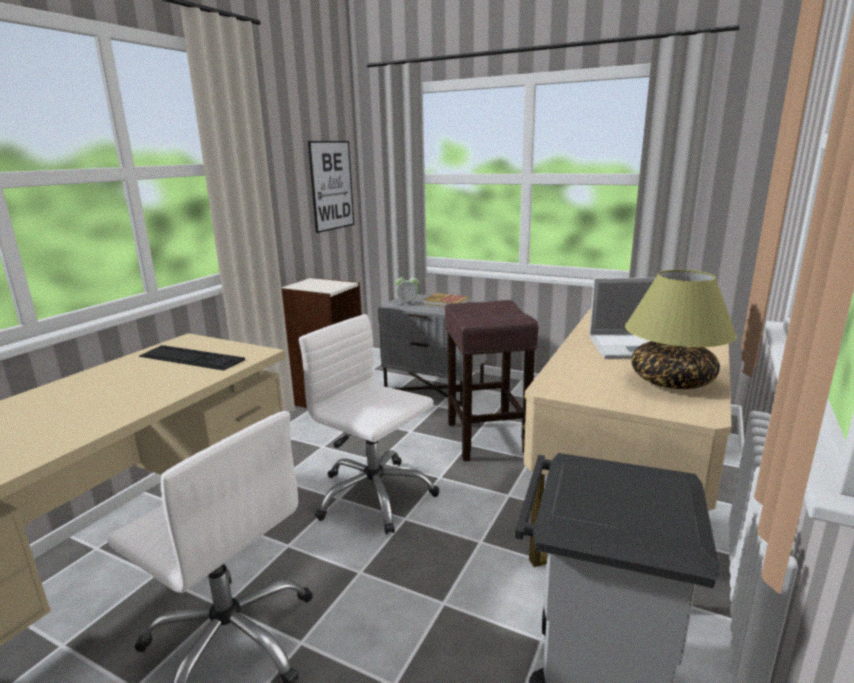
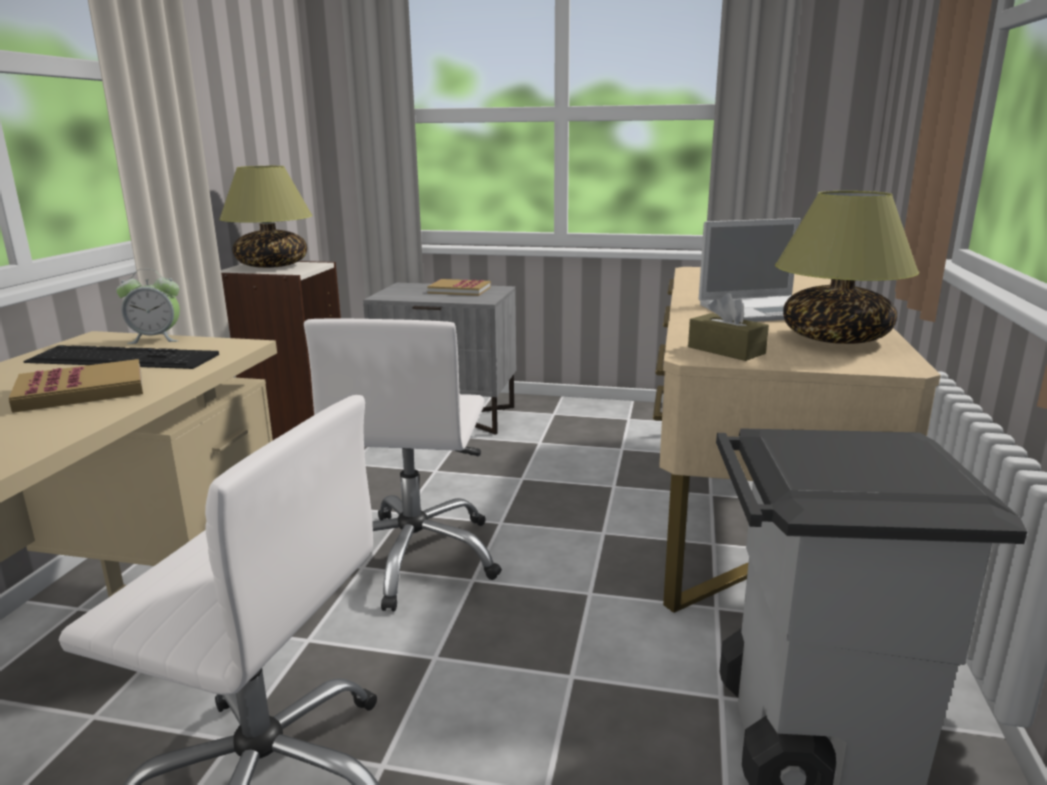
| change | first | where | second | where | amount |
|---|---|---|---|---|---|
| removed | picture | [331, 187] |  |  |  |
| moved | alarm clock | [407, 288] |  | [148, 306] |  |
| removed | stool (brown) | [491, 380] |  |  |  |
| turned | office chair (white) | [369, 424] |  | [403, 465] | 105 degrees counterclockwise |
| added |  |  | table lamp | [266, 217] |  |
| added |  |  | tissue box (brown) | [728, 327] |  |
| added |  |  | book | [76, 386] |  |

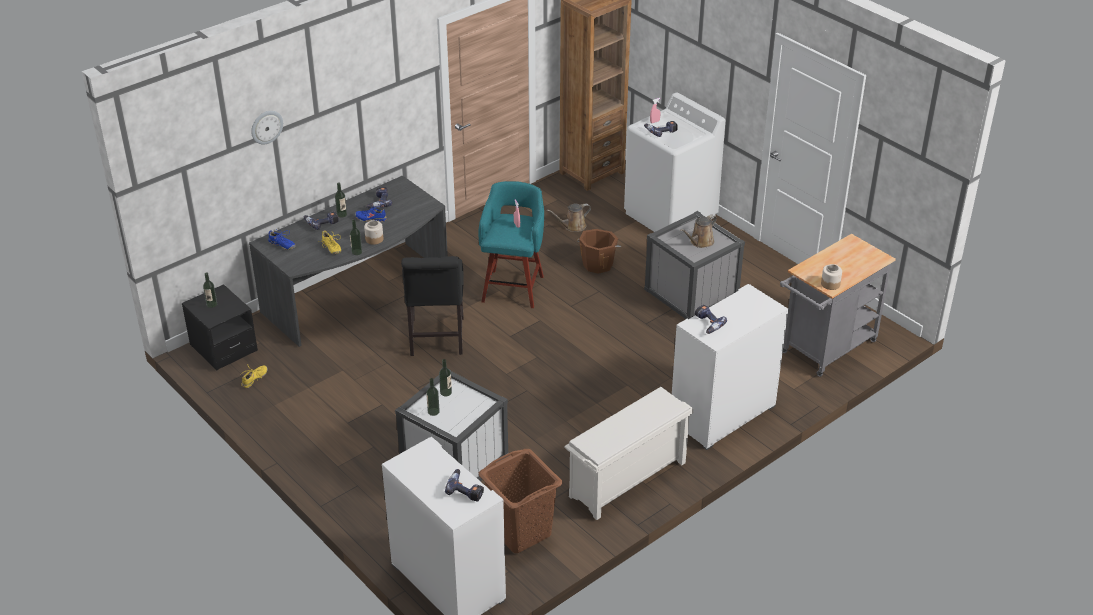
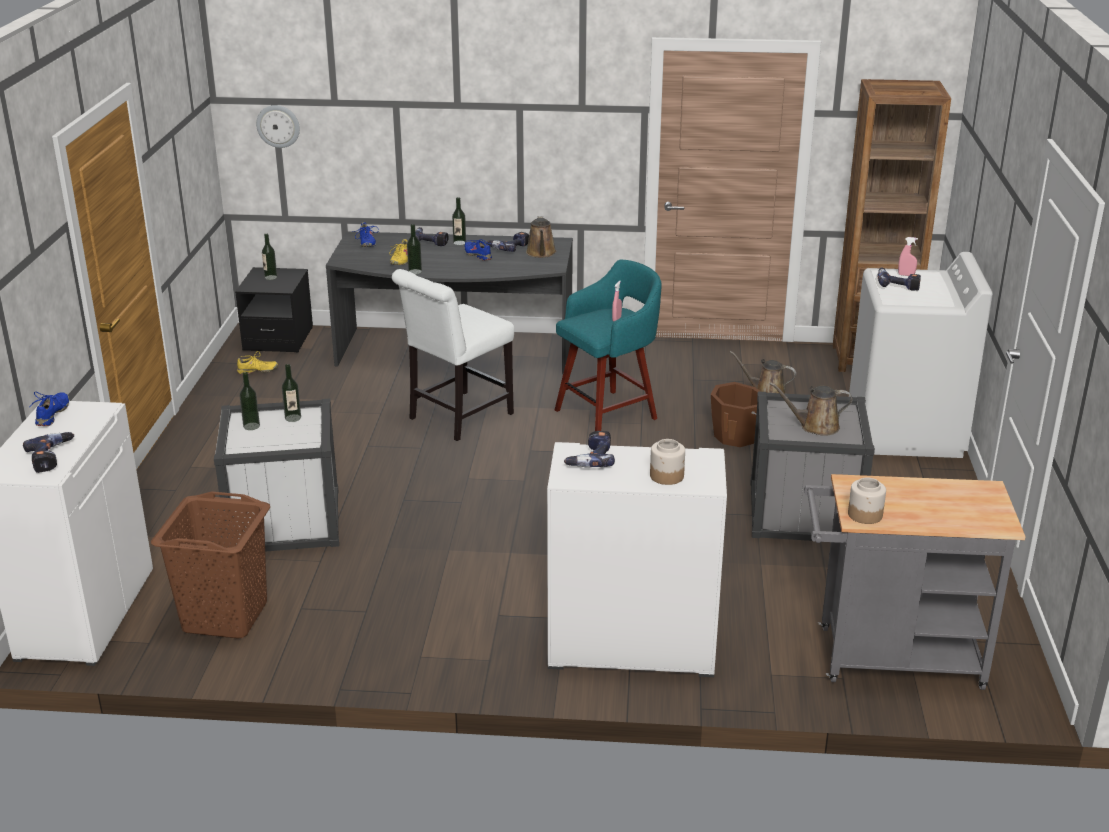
| change | first | where | second | where | amount |
|---|---|---|---|---|---|
| moved | wall clock | [267, 127] |  | [278, 126] |  |
| moved | jar | [373, 232] |  | [667, 462] |  |
| recoloured | chair (black) | [432, 306] | chair (white) | [453, 355] |  |
| removed | shoe rack (white) | [629, 453] |  |  |  |
| added |  |  | watering can (brown) | [541, 237] |  |
| added |  |  | shoe (blue) | [49, 409] |  |

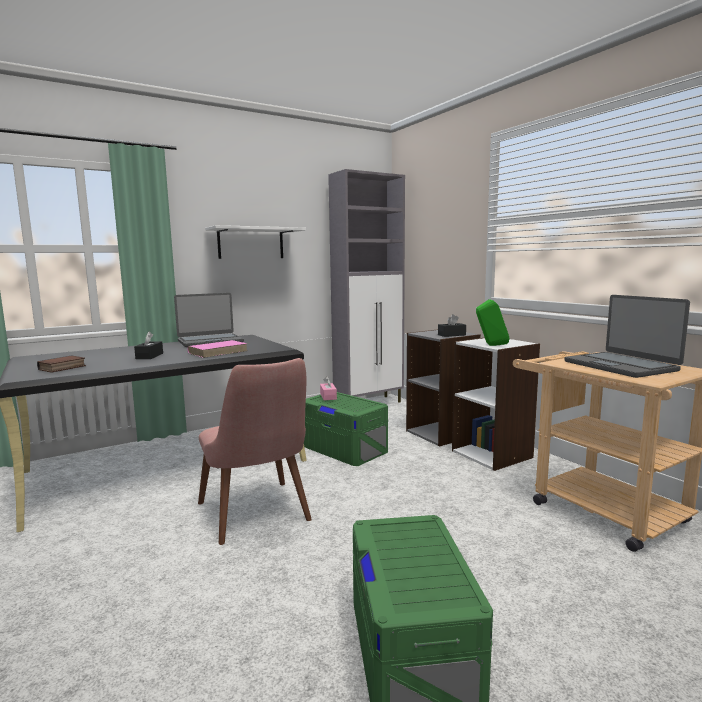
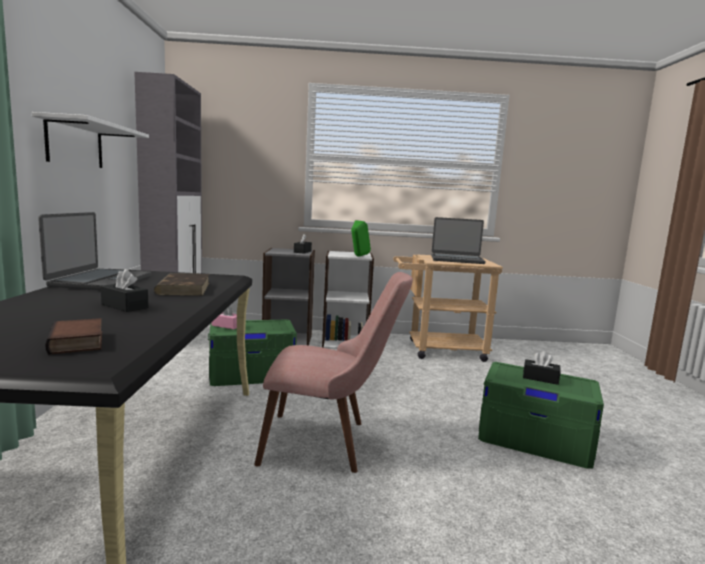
| change | first | where | second | where | amount |
|---|---|---|---|---|---|
| recoloured | book (pink) | [217, 349] | book (brown) | [181, 284] |  |
| added |  |  | tissue box (black) | [542, 368] |  |

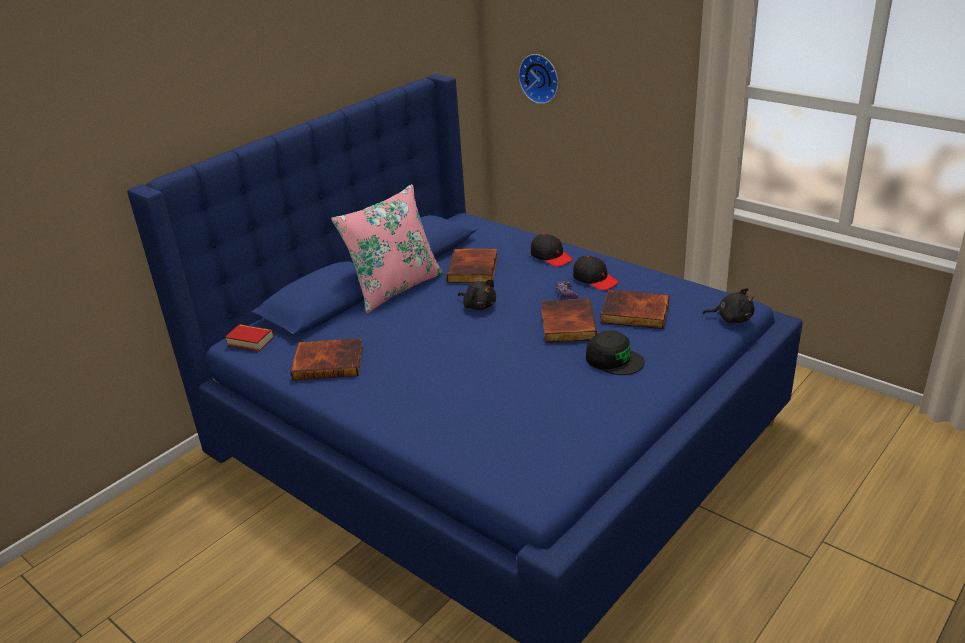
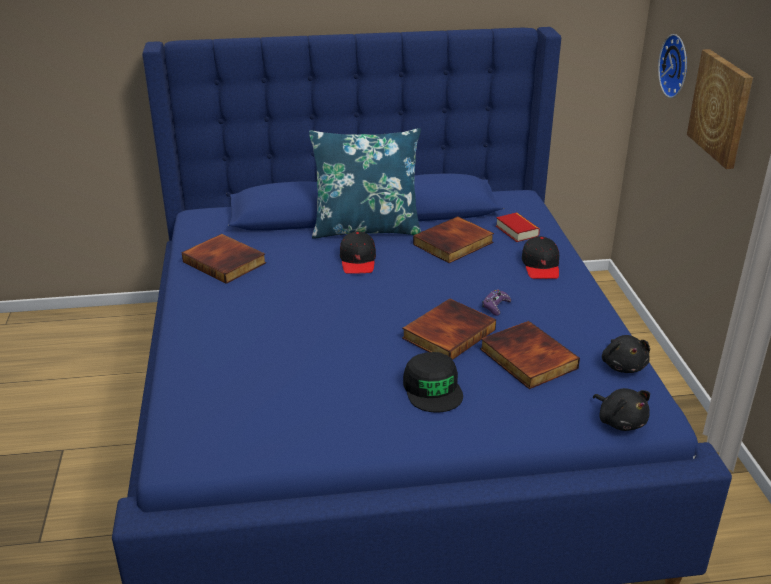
| change | first | where | second | where | amount |
|---|---|---|---|---|---|
| recoloured | pillow (pink) | [387, 248] | pillow (blue) | [365, 183] |  |
| moved | cap (black) | [596, 273] |  | [358, 252] |  |
| moved | plush toy (black) | [477, 294] |  | [626, 354] |  |
| moved | book | [249, 337] |  | [518, 227] |  |
| added |  |  | picture | [720, 109] |  |

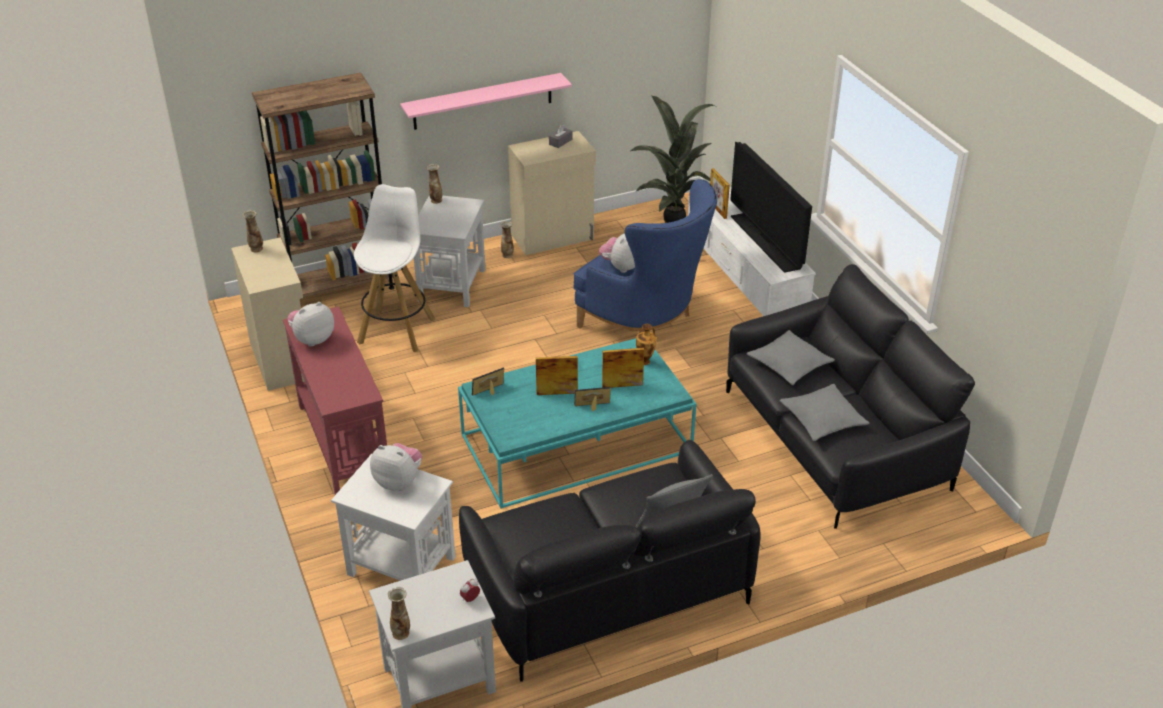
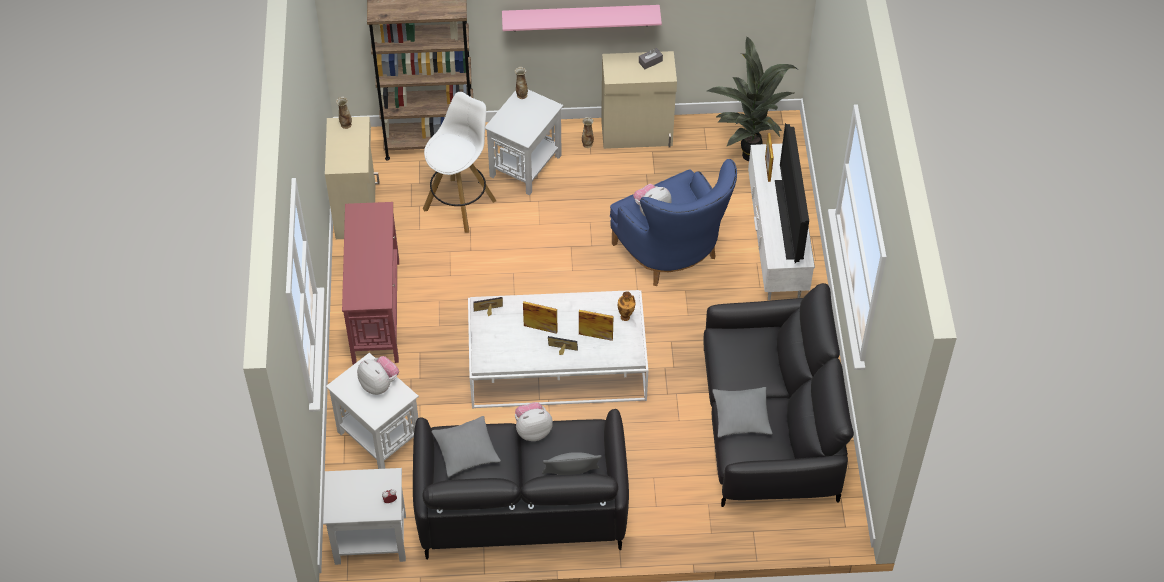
| change | first | where | second | where | amount |
|---|---|---|---|---|---|
| moved | plush toy | [311, 324] |  | [534, 421] |  |
| moved | pillow (grey) | [791, 357] |  | [466, 447] |  |
| recoloured | coffee table (turquoise) | [577, 423] | coffee table (white) | [558, 349] |  |
| removed | vase | [399, 613] |  |  |  |

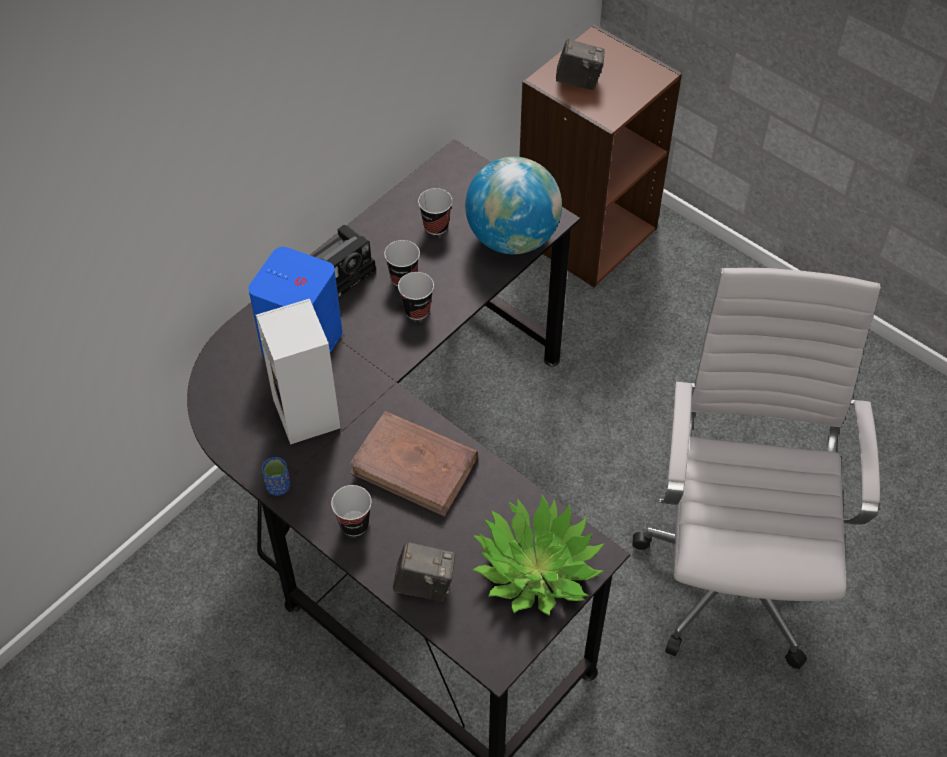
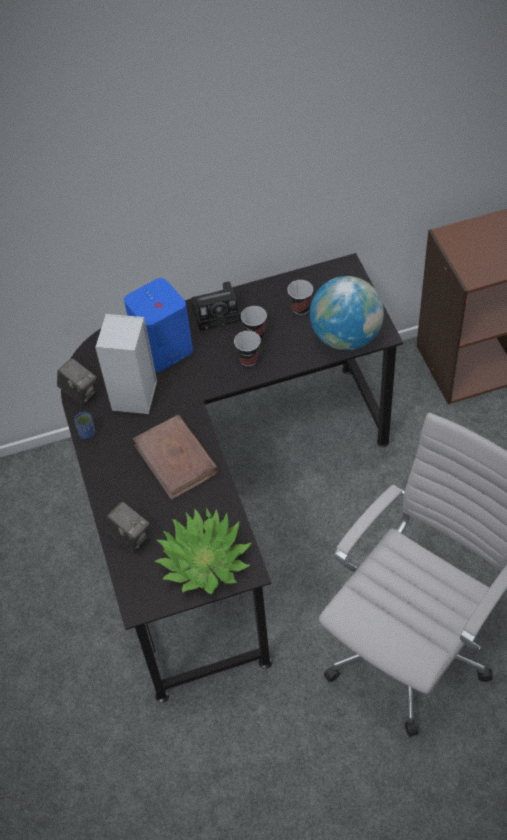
| change | first | where | second | where | amount |
|---|---|---|---|---|---|
| moved | photo camera | [580, 64] |  | [77, 381] |  |
| removed | cup | [351, 510] |  |  |  |

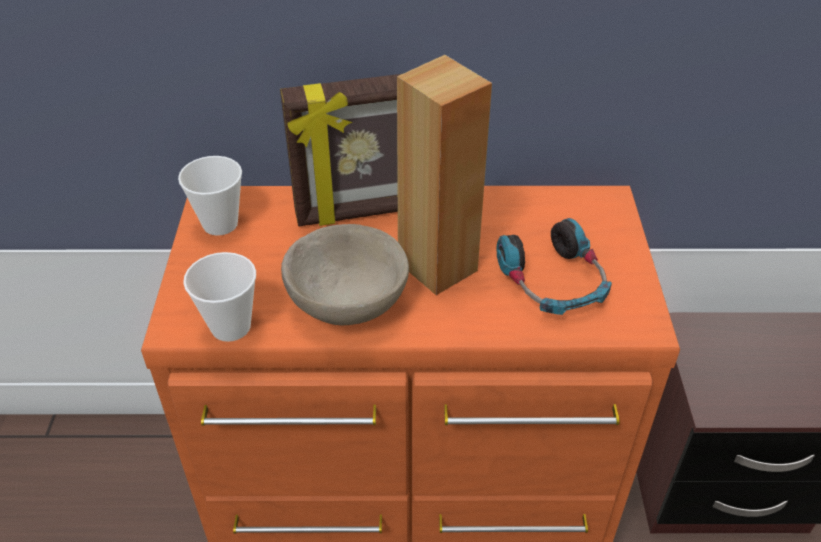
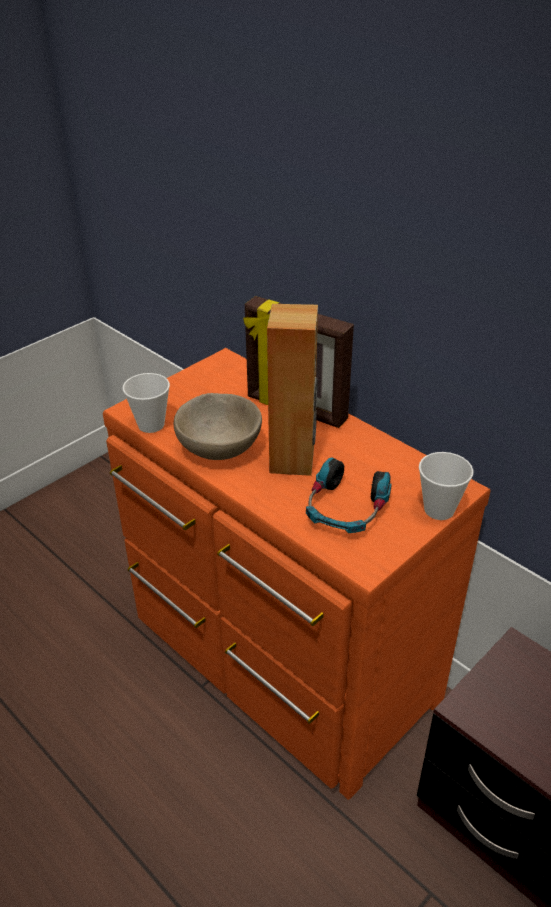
| change | first | where | second | where | amount |
|---|---|---|---|---|---|
| moved | cup | [210, 196] |  | [446, 486] |  |

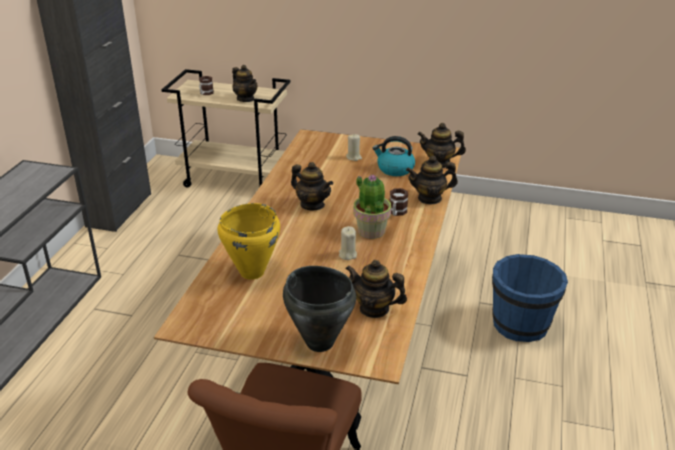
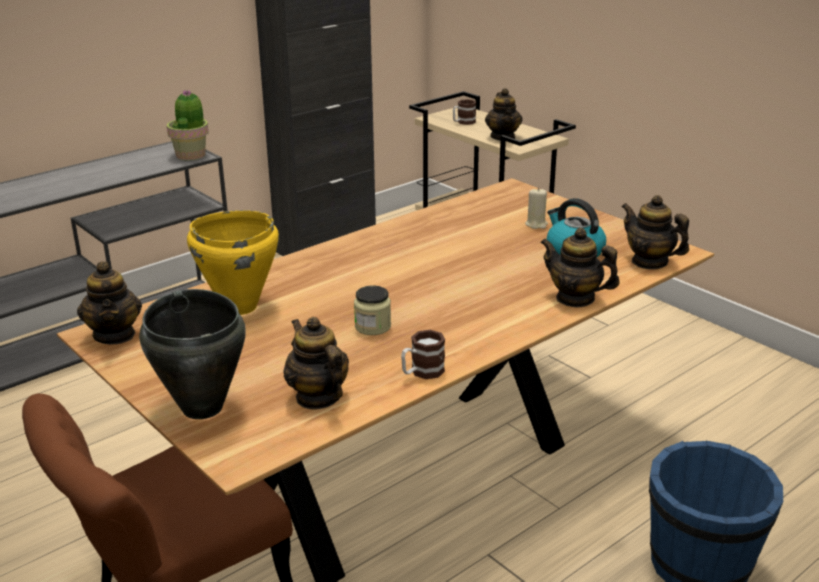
| change | first | where | second | where | amount |
|---|---|---|---|---|---|
| moved | teapot | [312, 186] |  | [109, 303] |  |
| moved | potted plant | [372, 206] |  | [187, 125] |  |
| moved | mug | [398, 202] |  | [423, 354] |  |
| replaced | candle (beige) | [348, 243] | jar | [372, 310] |  |

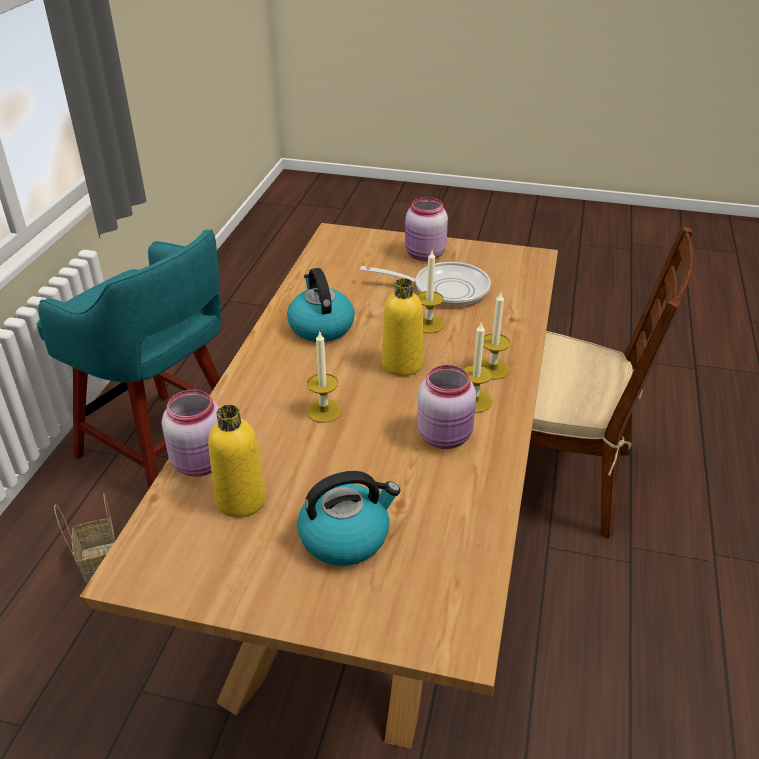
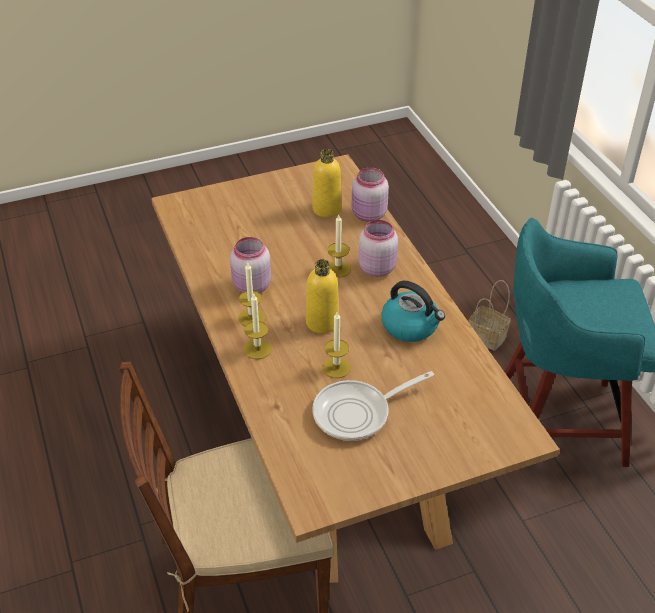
| change | first | where | second | where | amount |
|---|---|---|---|---|---|
| moved | jar (pink) | [426, 229] |  | [378, 248] |  |
| removed | kettle | [348, 518] |  |  |  |

